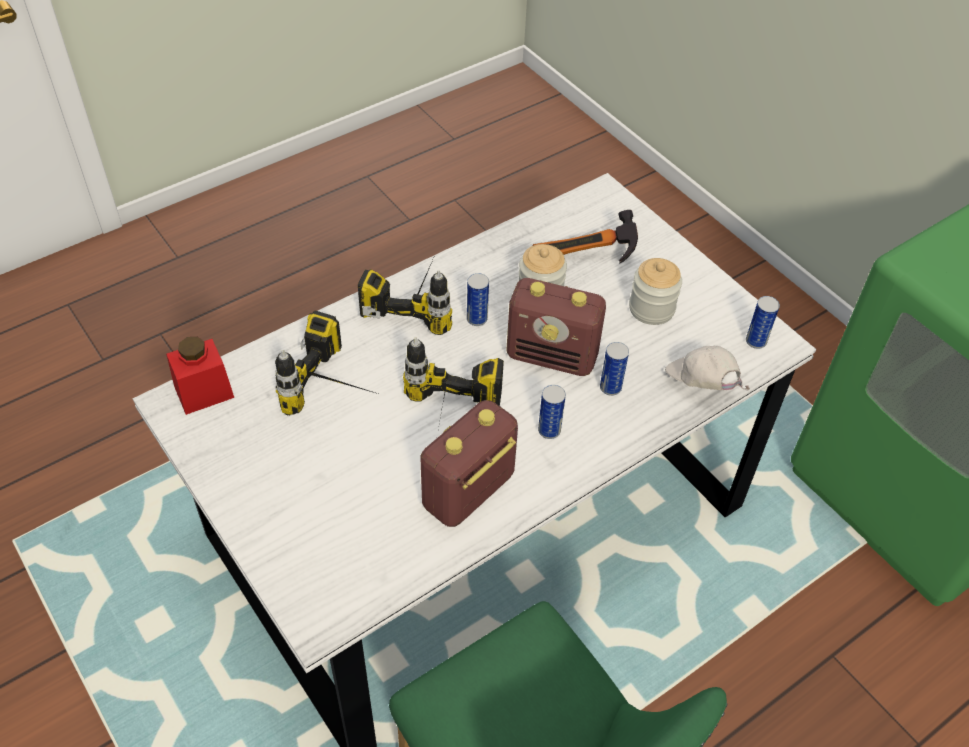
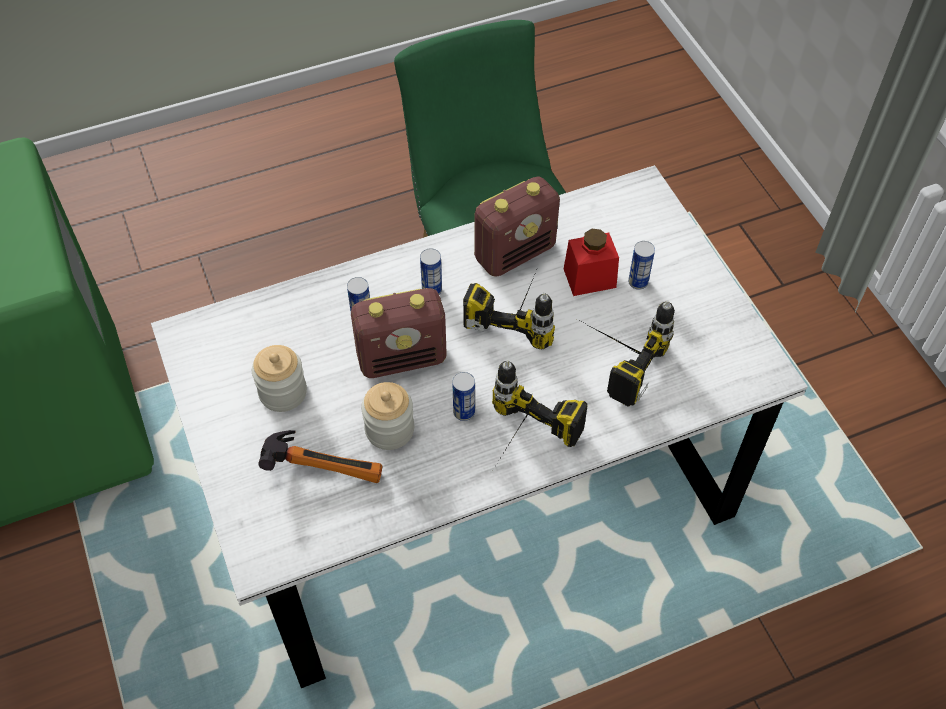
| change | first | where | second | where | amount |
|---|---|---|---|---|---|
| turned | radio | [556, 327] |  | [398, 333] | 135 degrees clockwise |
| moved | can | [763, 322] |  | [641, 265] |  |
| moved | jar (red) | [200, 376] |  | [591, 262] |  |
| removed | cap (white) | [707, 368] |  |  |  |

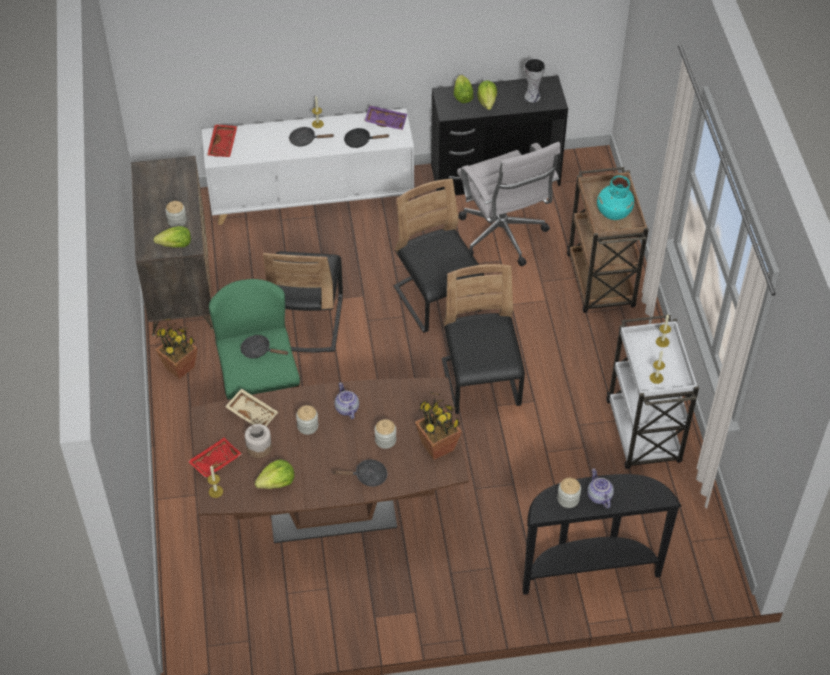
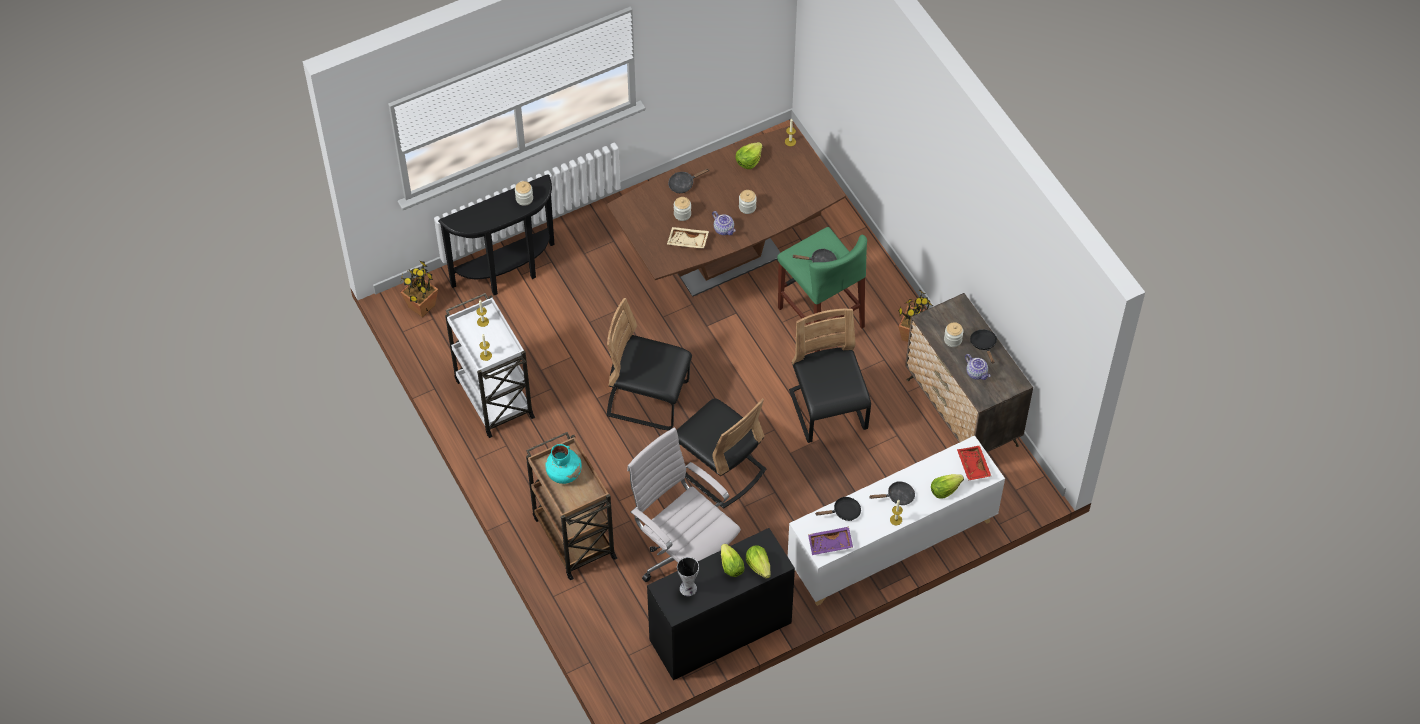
| change | first | where | second | where | amount |
|---|---|---|---|---|---|
| moved | lettuce | [172, 237] |  | [947, 486] |  |
| turned | chair (black) | [483, 339] |  | [649, 364] | 135 degrees clockwise |
| moved | tray (beige) | [251, 407] |  | [688, 238] |  |
| moved | potted plant | [438, 426] |  | [419, 289] |  |
| removed | jar | [258, 441] |  |  |  |
| removed | tray (red) | [215, 458] |  |  |  |
| moved | teapot | [600, 488] |  | [977, 367] |  |
| added |  |  | frying pan (black) | [983, 346] |  |

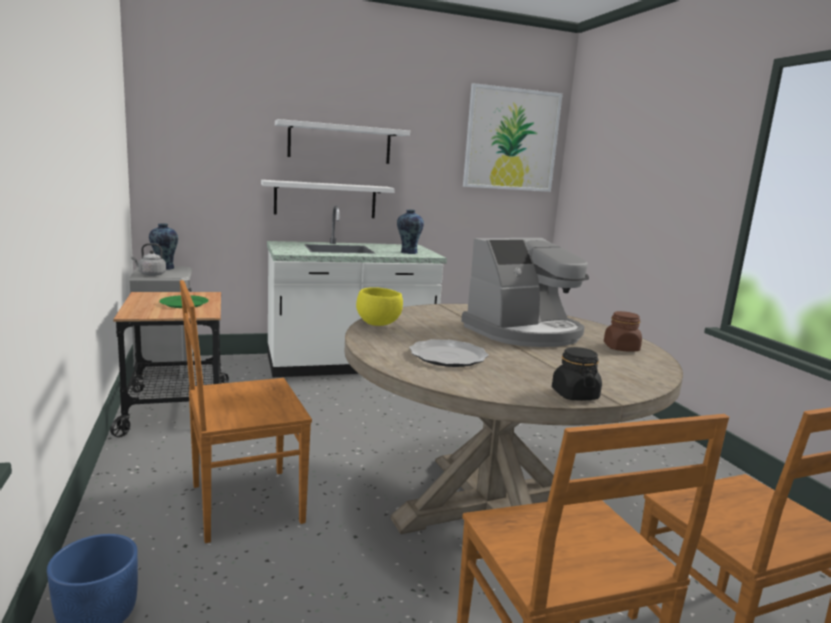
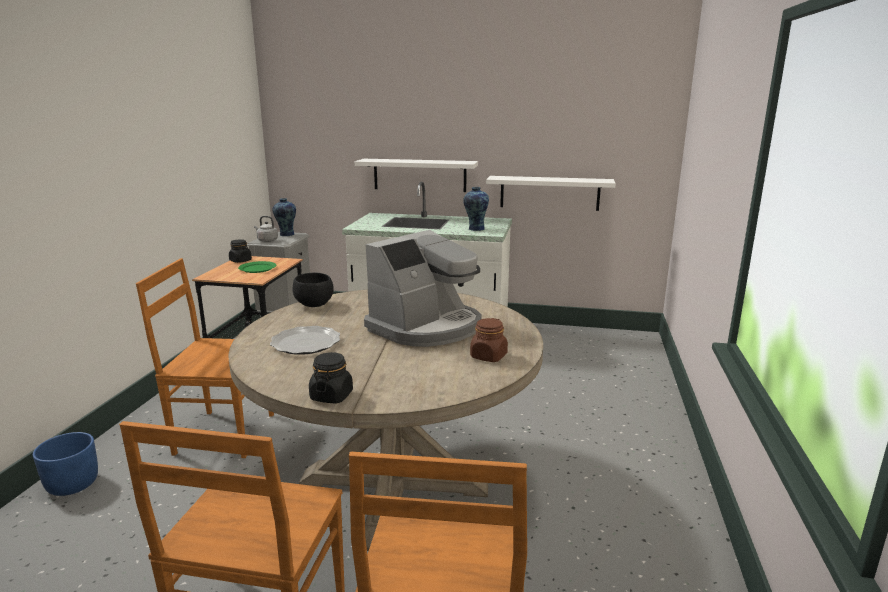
| change | first | where | second | where | amount |
|---|---|---|---|---|---|
| removed | picture | [513, 137] |  |  |  |
| moved | shelf (white) | [342, 141] |  | [551, 193] |  |
| turned | coffee machine | [525, 292] |  | [423, 288] | 45 degrees counterclockwise |
| recoloured | bowl (yellow) | [379, 306] | bowl (black) | [313, 290] |  |
| added |  |  | jar (black) | [240, 251] |  |

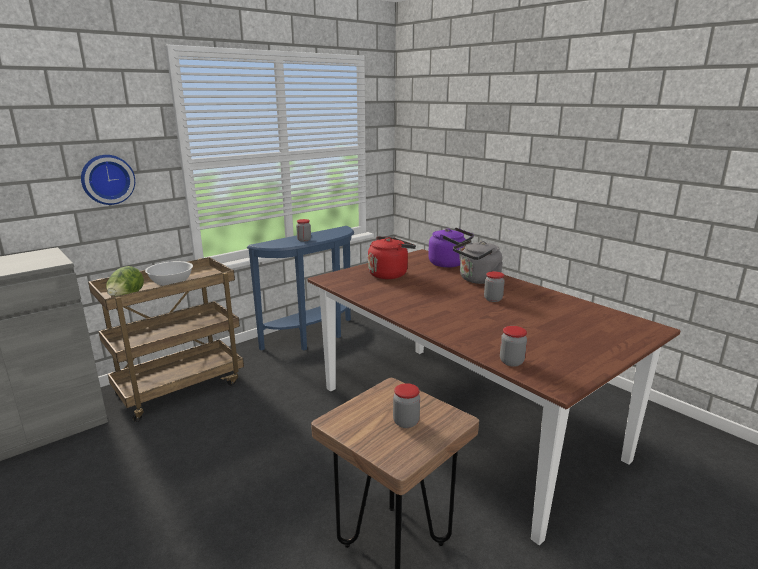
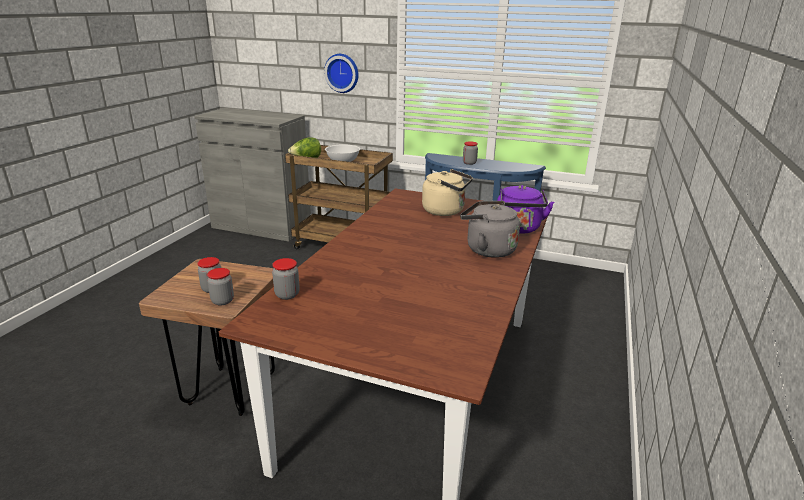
| change | first | where | second | where | amount |
|---|---|---|---|---|---|
| recoloured | kettle (red) | [392, 257] | kettle (beige) | [447, 192] |  |
| moved | jar | [494, 286] |  | [220, 286] |  |

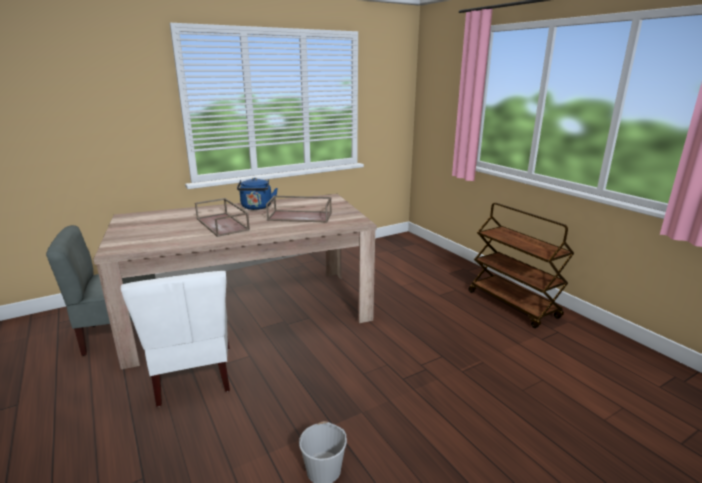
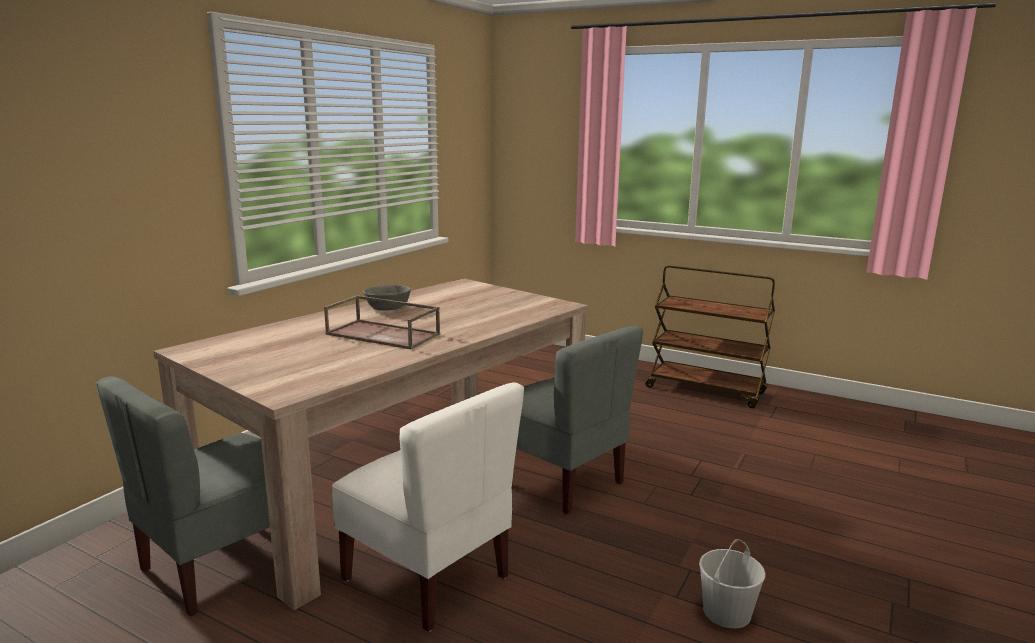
| change | first | where | second | where | amount |
|---|---|---|---|---|---|
| replaced | kettle (blue) | [257, 194] | bowl (grey) | [387, 298] |  |
| removed | tray (brown) | [299, 209] |  |  |  |
| added |  |  | chair (grey) | [579, 420] |  |

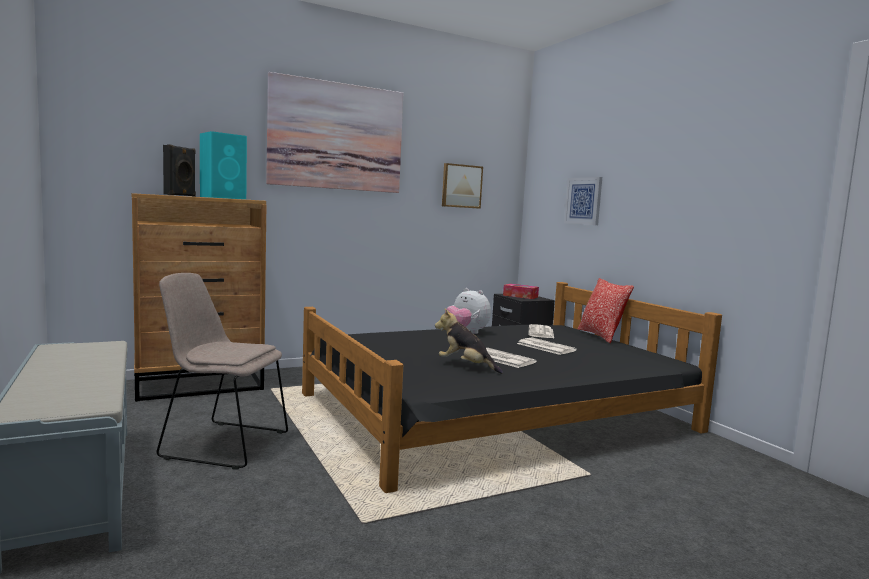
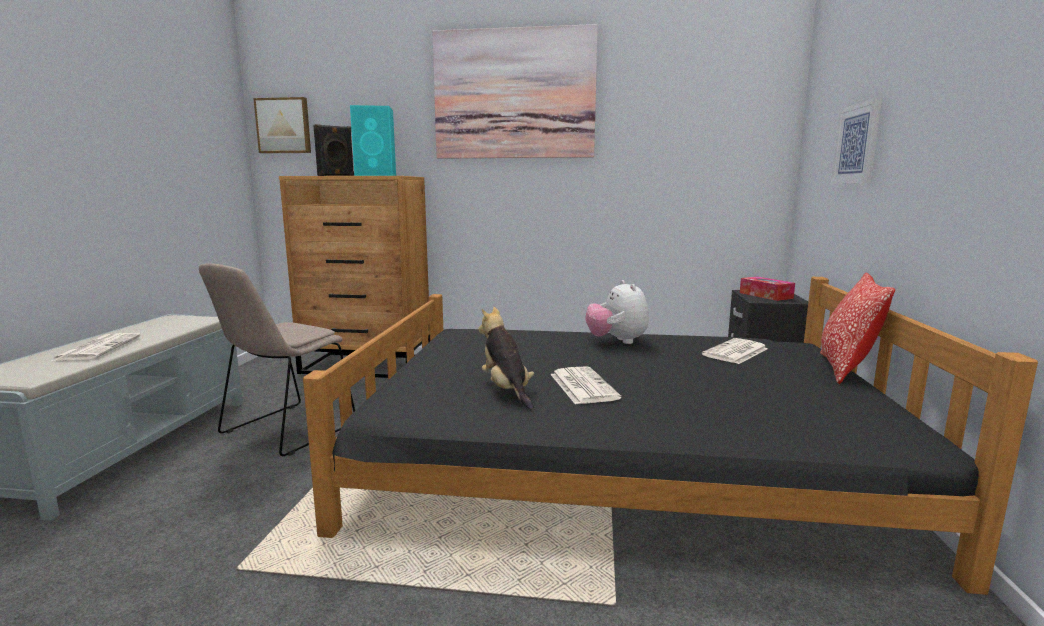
| change | first | where | second | where | amount |
|---|---|---|---|---|---|
| moved | picture | [462, 186] |  | [282, 125] |  |
| turned | chair (beige) | [222, 371] |  | [277, 359] | 105 degrees counterclockwise |
| moved | newspaper | [547, 346] |  | [96, 347] |  |

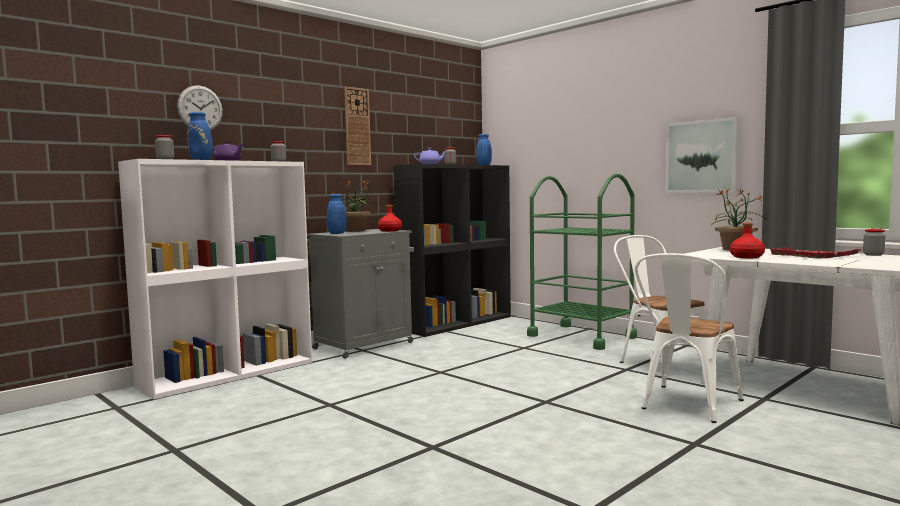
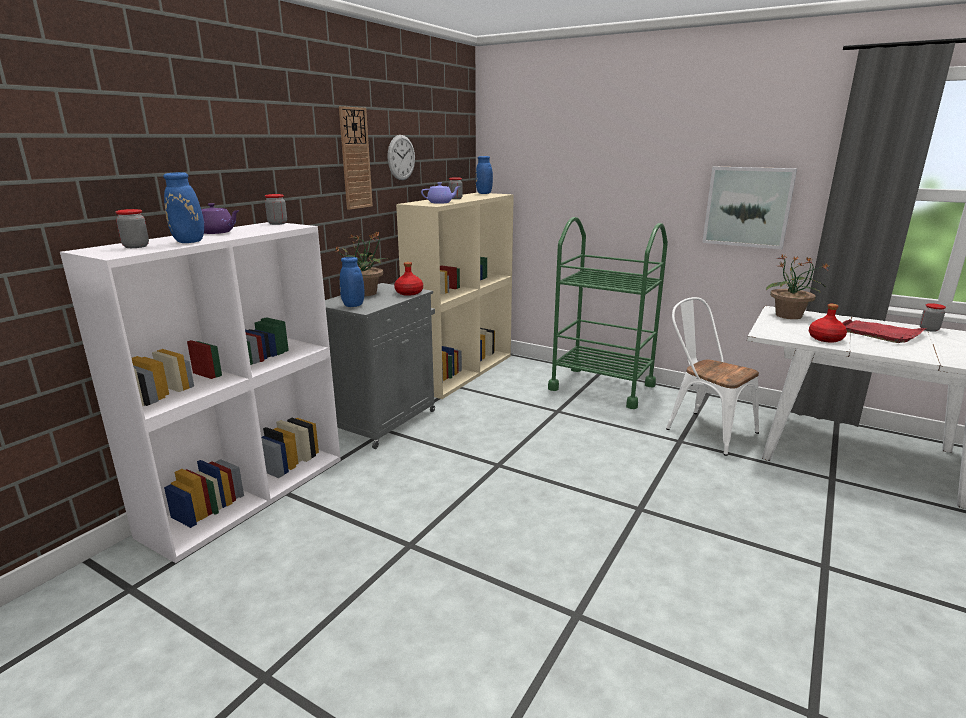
| change | first | where | second | where | amount |
|---|---|---|---|---|---|
| moved | wall clock | [200, 108] |  | [401, 157] |  |
| recoloured | bookcase (black) | [452, 250] | bookcase (beige) | [455, 296] |  |
| removed | chair (white) | [689, 338] |  |  |  |

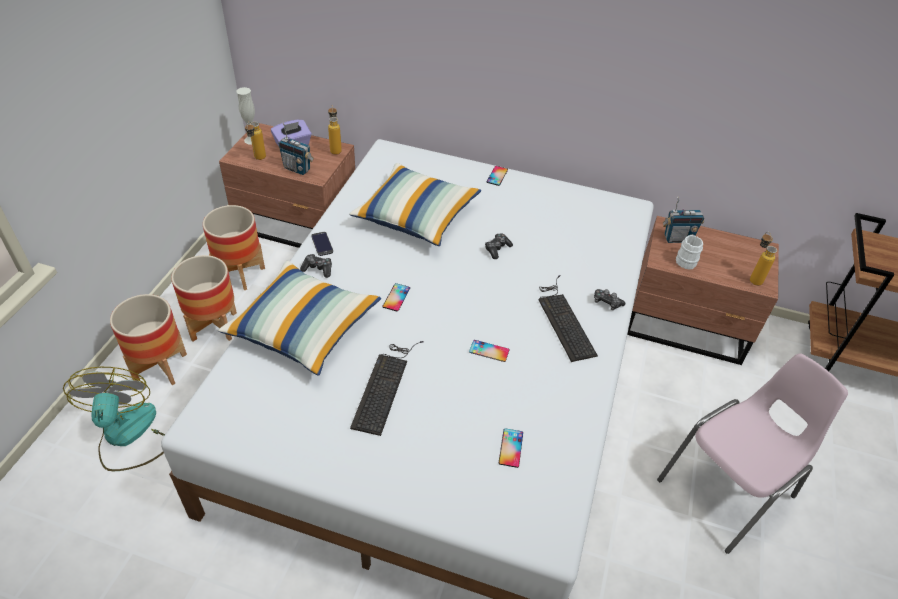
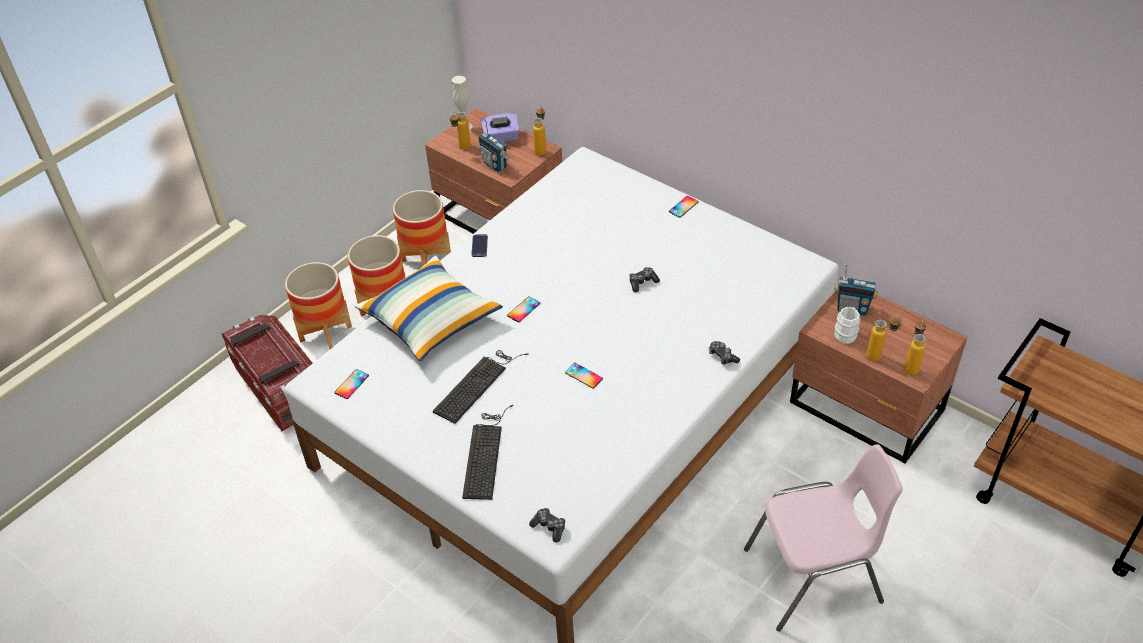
| change | first | where | second | where | amount |
|---|---|---|---|---|---|
| removed | pillow | [415, 204] |  |  |  |
| moved | game controller | [316, 266] |  | [547, 525] |  |
| moved | keyboard | [568, 318] |  | [487, 452] |  |
| replaced | fan | [114, 419] | storage box | [267, 373] |  |
| moved | phone | [511, 448] |  | [351, 384] |  |
| added |  |  | bottle | [884, 338] |  |

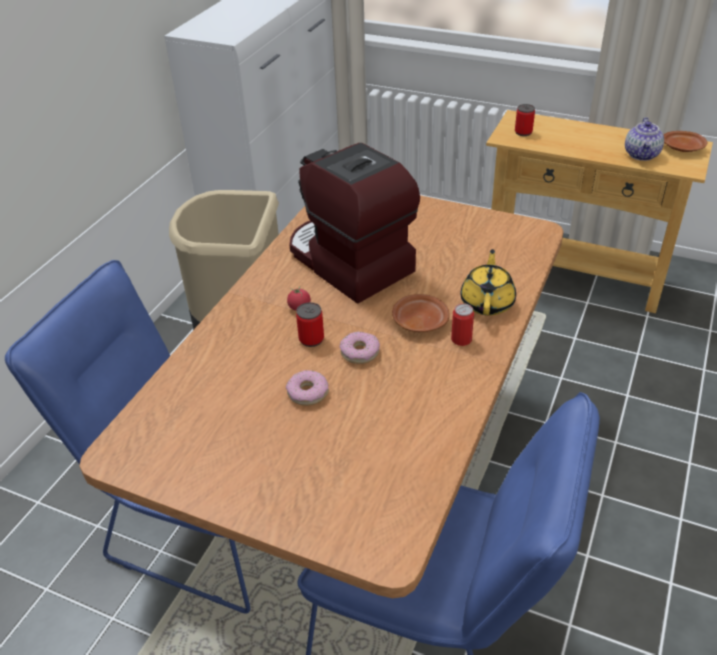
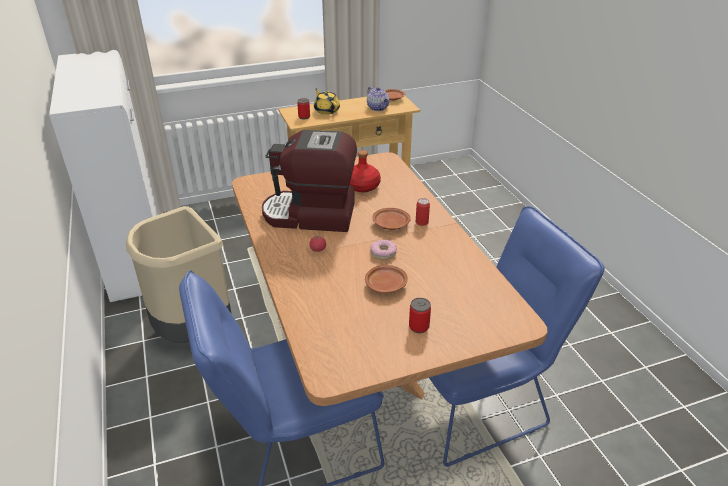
| change | first | where | second | where | amount |
|---|---|---|---|---|---|
| moved | teapot (yellow) | [488, 282] |  | [327, 101] |  |
| moved | can | [310, 324] |  | [420, 315] |  |
| replaced | donut | [307, 388] | plate (brown) | [386, 279] |  |
| added |  |  | bottle (red) | [365, 171] |  |

